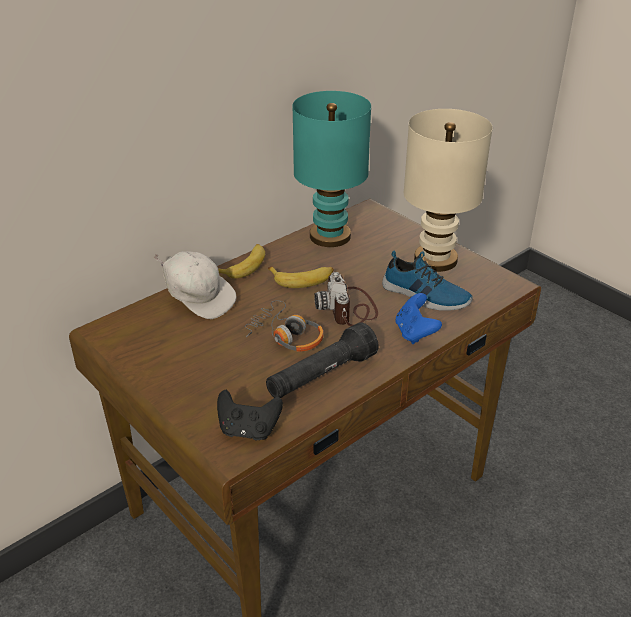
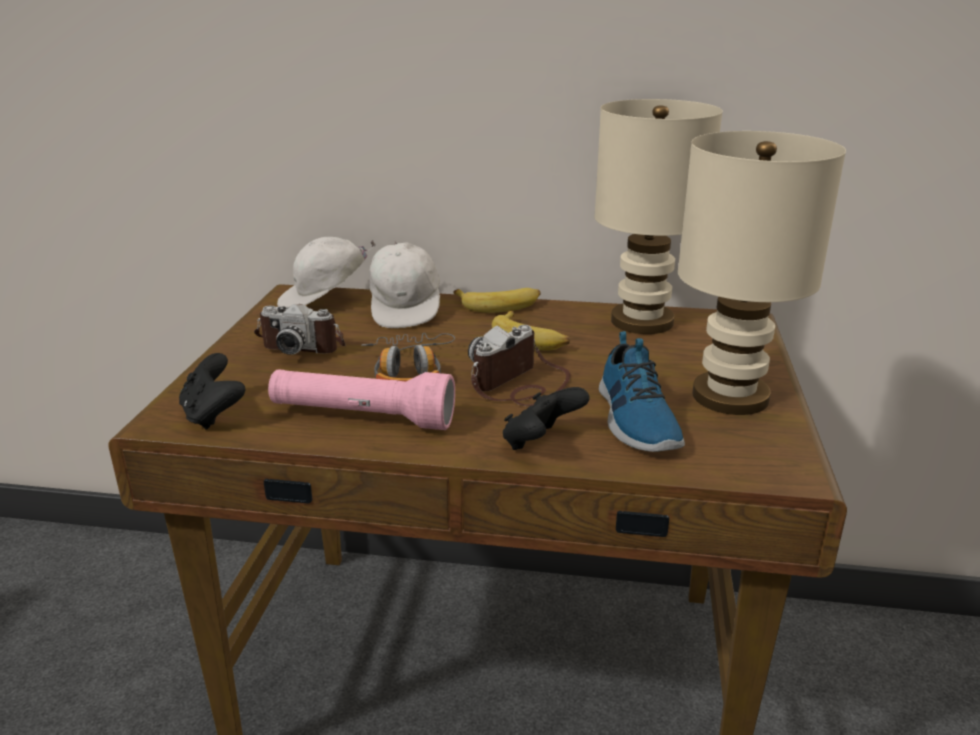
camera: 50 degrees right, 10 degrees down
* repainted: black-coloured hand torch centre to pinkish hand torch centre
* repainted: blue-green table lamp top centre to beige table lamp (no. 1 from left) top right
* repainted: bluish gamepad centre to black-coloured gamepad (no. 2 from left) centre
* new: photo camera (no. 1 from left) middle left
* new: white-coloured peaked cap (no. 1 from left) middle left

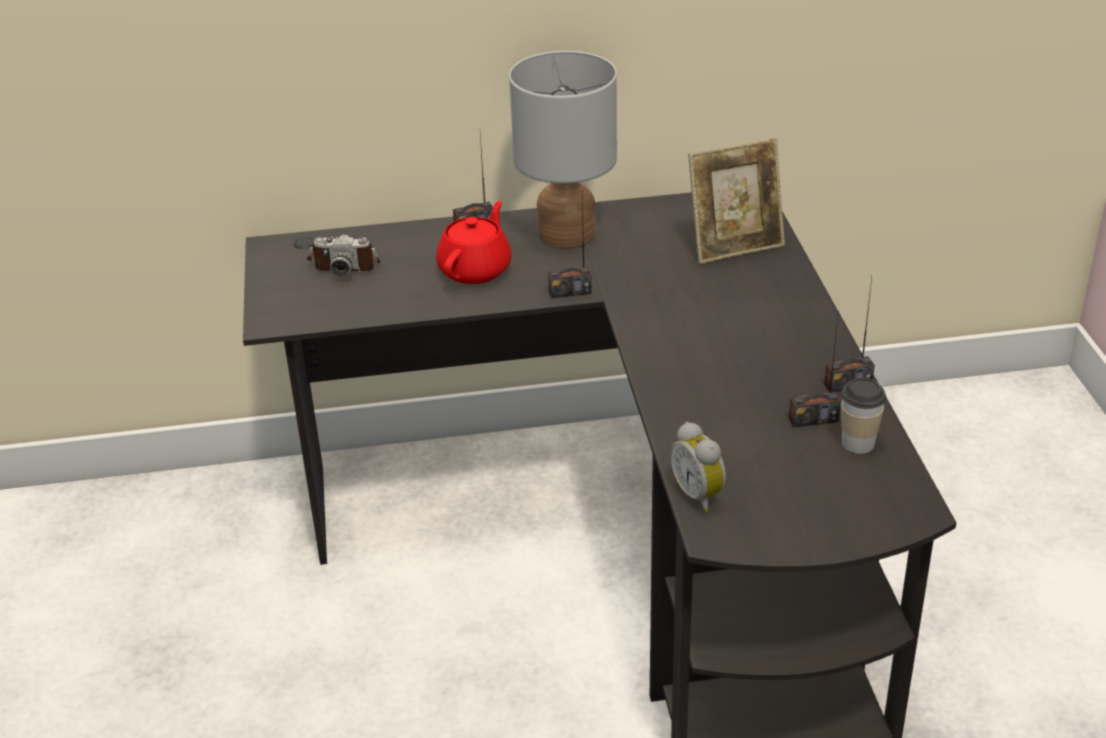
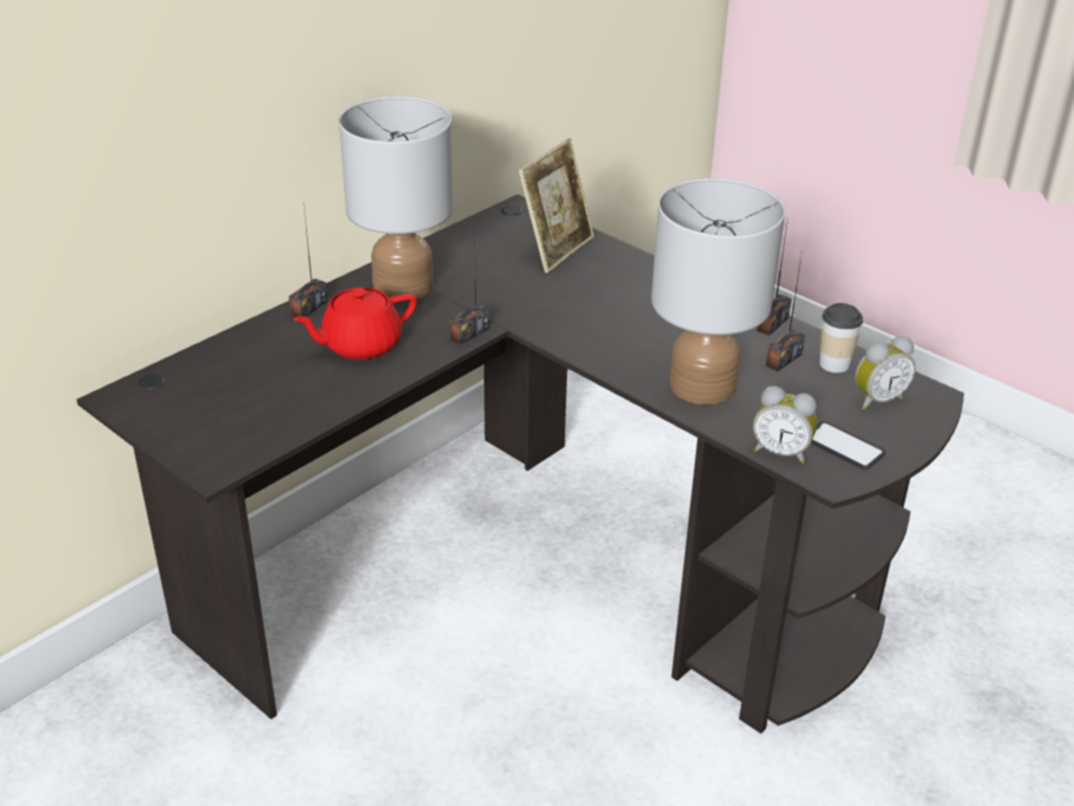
camera: 40 degrees left, 0 degrees up
* gone: photo camera middle left
* rotated: red-coloured tea pot top centre = middle left 105 degrees counterclockwise
* new: gray table lamp (no. 2 from left) middle right
* new: phone middle right
* new: table clock (no. 2 from left) middle right

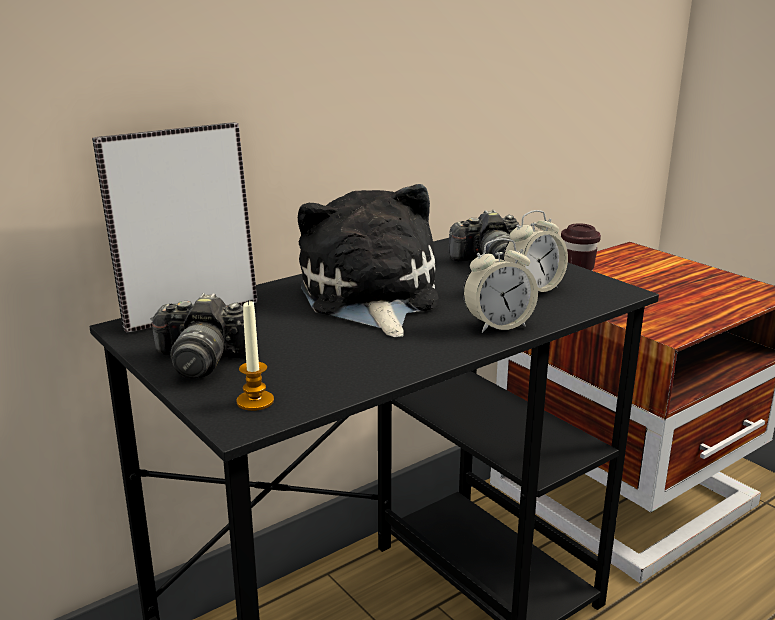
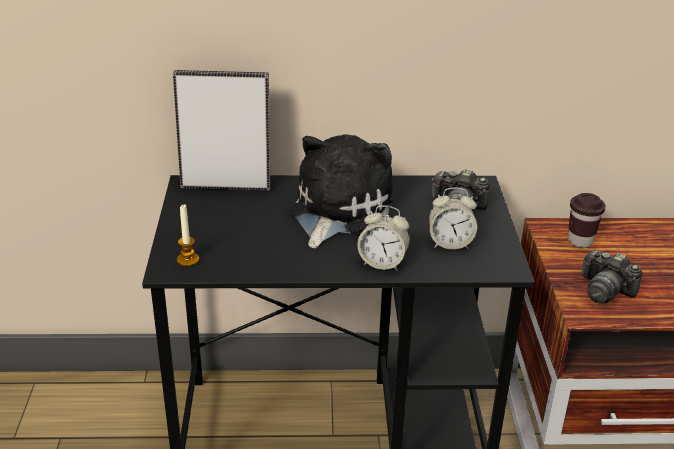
camera: 35 degrees right, 10 degrees up
* shifted: photo camera (no. 1 from left in the first image) middle left to photo camera (no. 2 from left) middle right

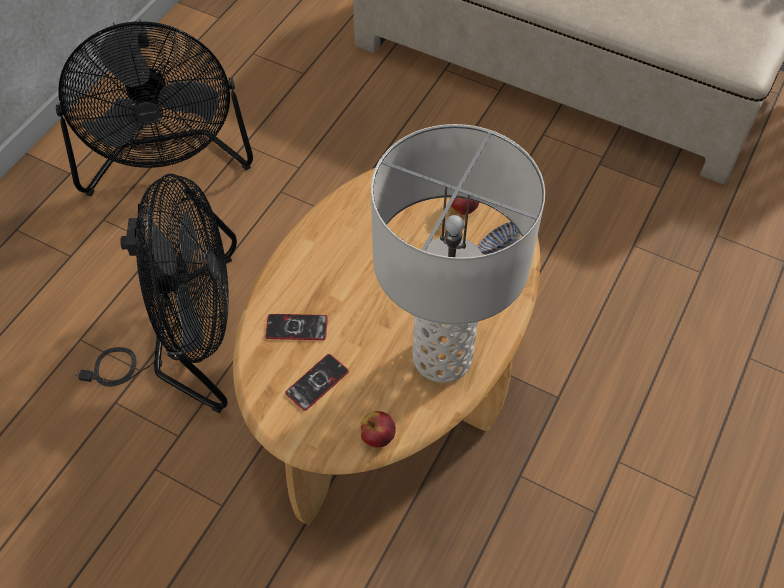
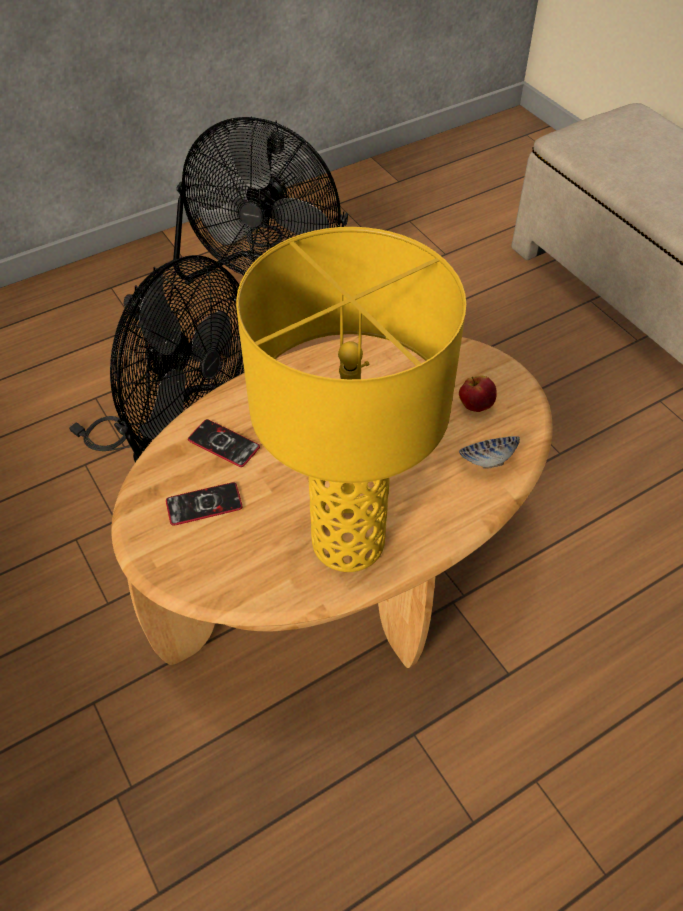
camera: 30 degrees right, 5 degrees down
* gone: apple (no. 1 from left) bottom centre
* repainted: white-coloured table lamp centre to yellow table lamp centre

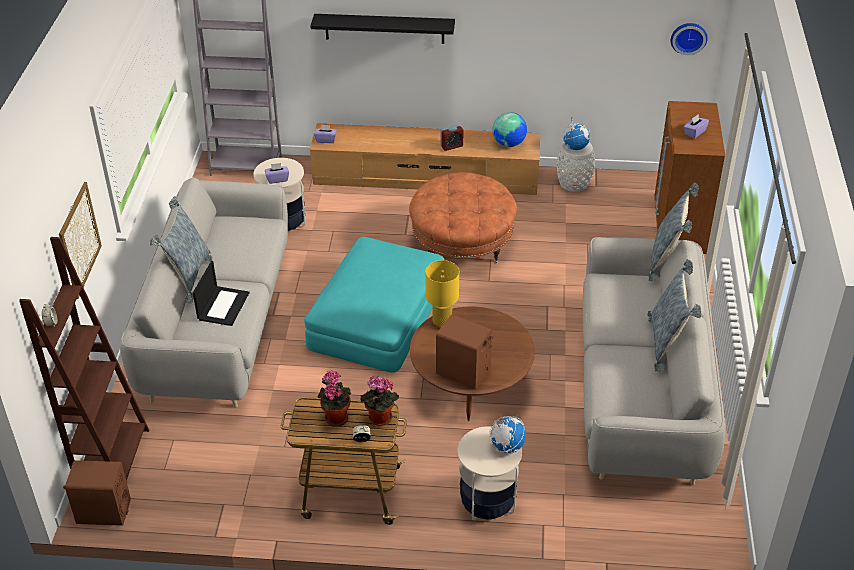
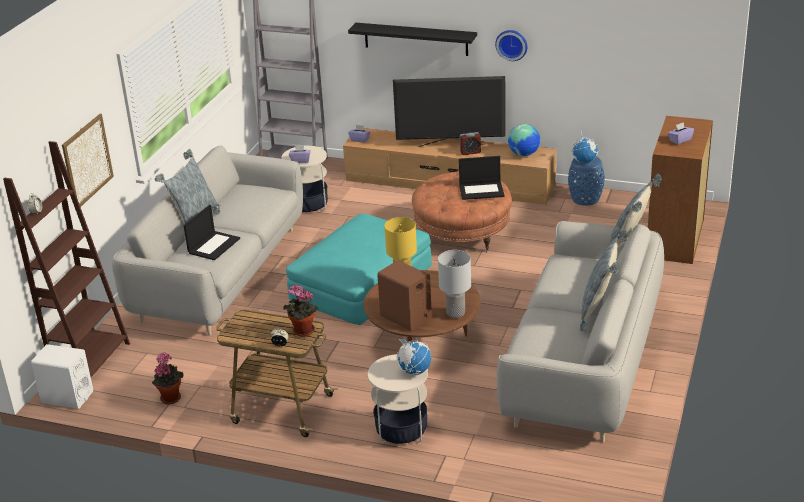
camera: 15 degrees right, 10 degrees down
* repainted: brown audio speaker (no. 1 from left) bottom left to white-coloured audio speaker bottom left
* shifted: houseplant (no. 1 from left) bottom centre to bottom left
* repainted: white-coloured stool top right to bluish stool middle right
* shifted: hanging clock top right to top centre
* new: TV top centre
* new: gray table lamp centre
* new: portable computer (no. 2 from left) centre

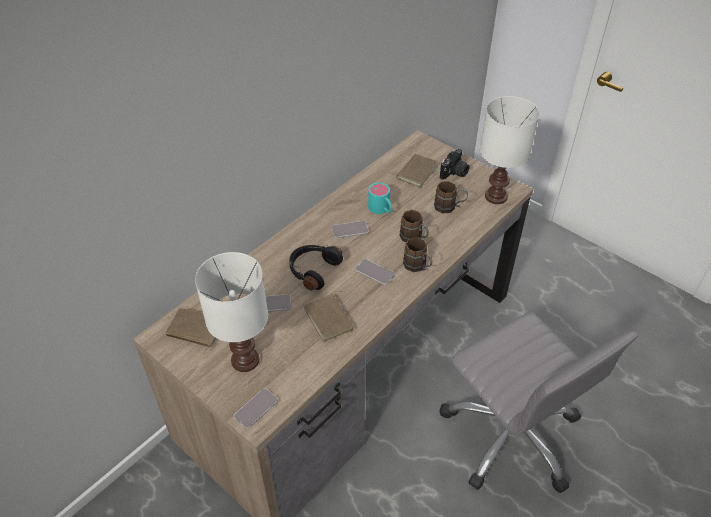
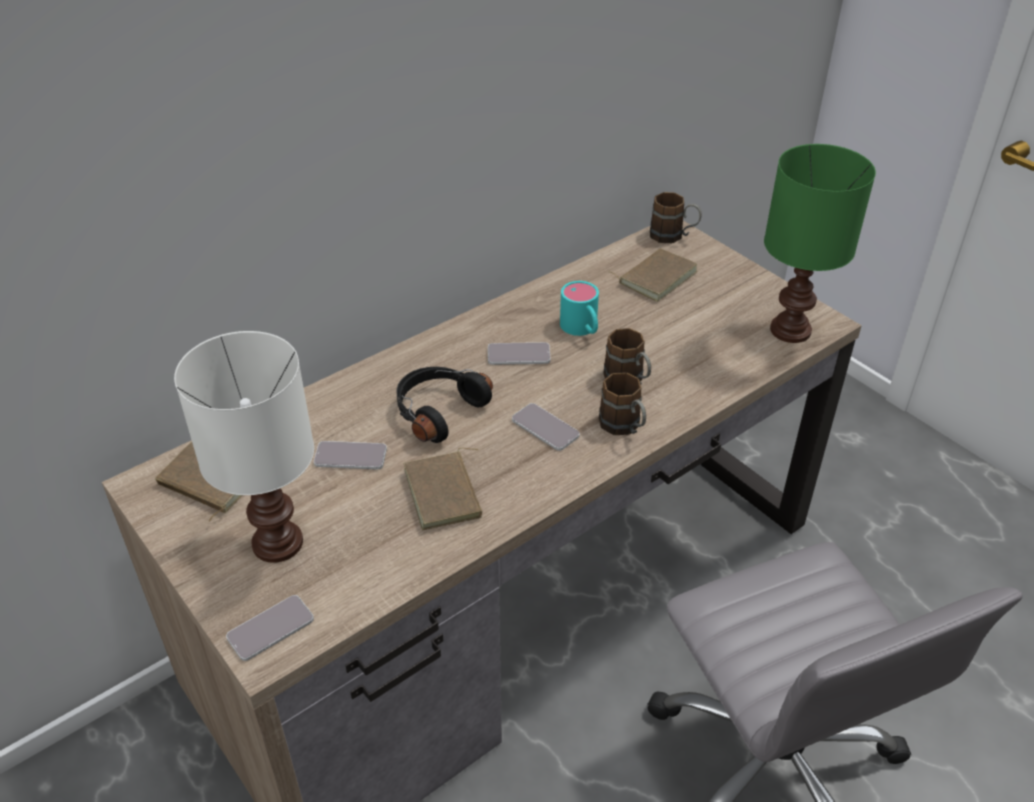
camera: 10 degrees right, 5 degrees down
* shifted: brown tea mug (no. 3 from left) centre to top centre
* gone: photo camera top centre
* repainted: white-coloured table lamp (no. 2 from left) top right to green table lamp top right

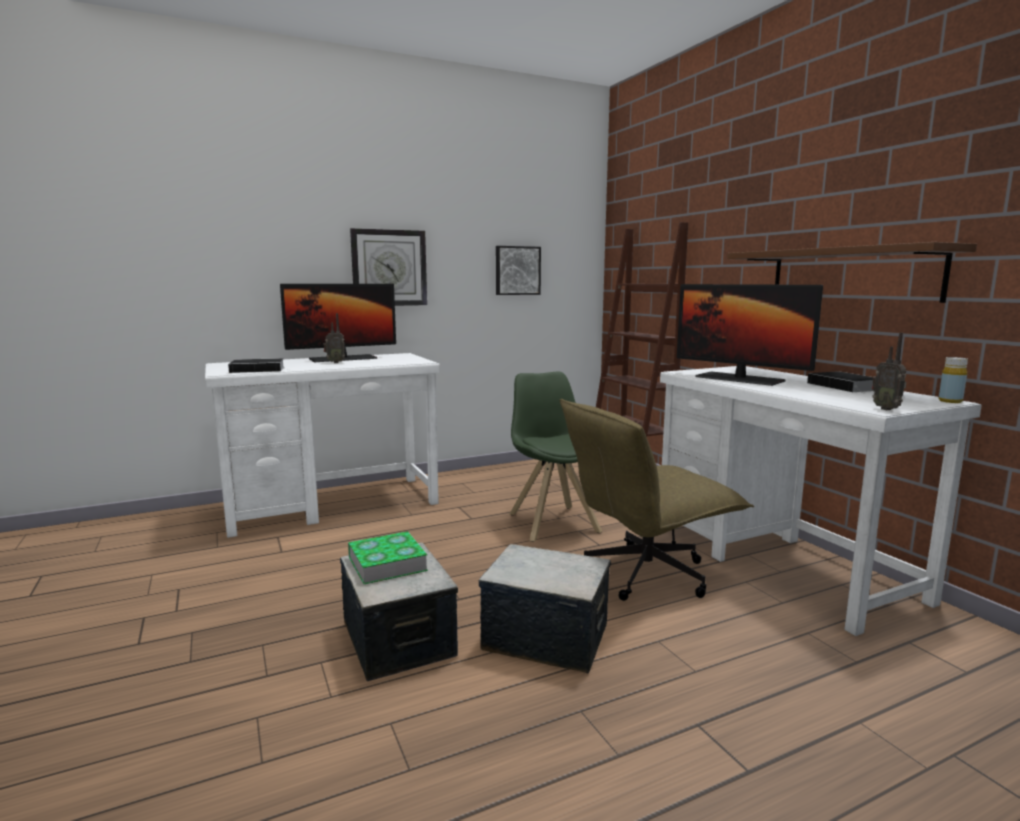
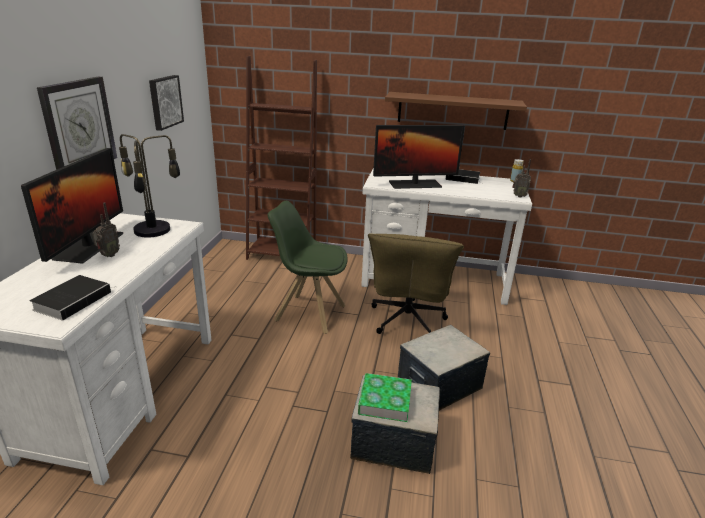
camera: 55 degrees left, 15 degrees up
* new: table lamp middle left

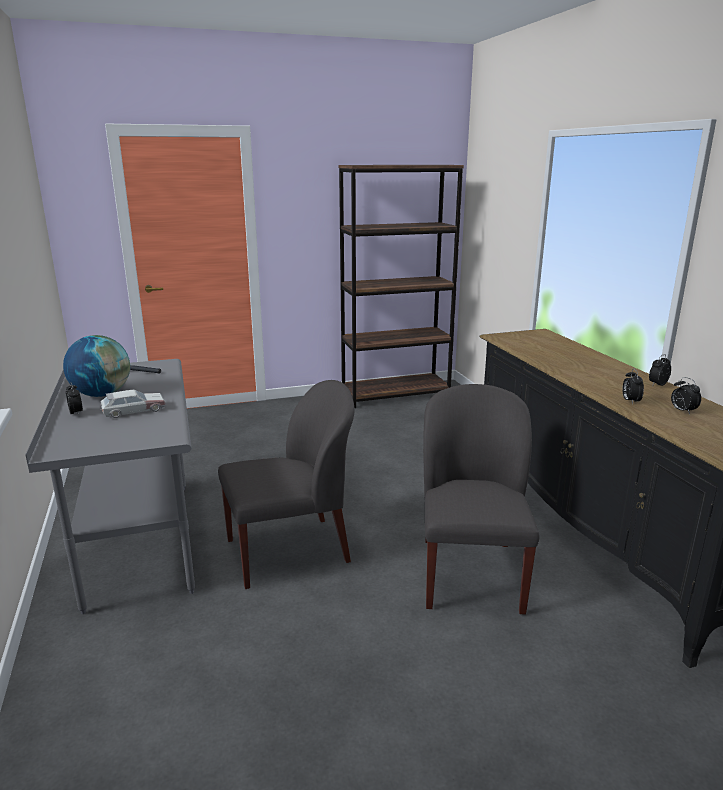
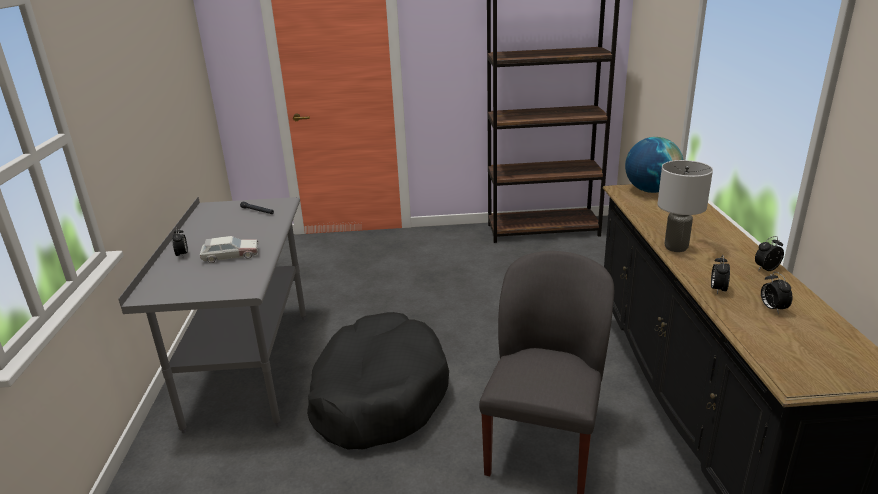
camera: 15 degrees right, 5 degrees up
* shifted: world globe middle left to middle right
* swapped: gray chair (no. 1 from left) centre to black-coloured dog cushion bottom centre
* new: white-coloured table lamp middle right

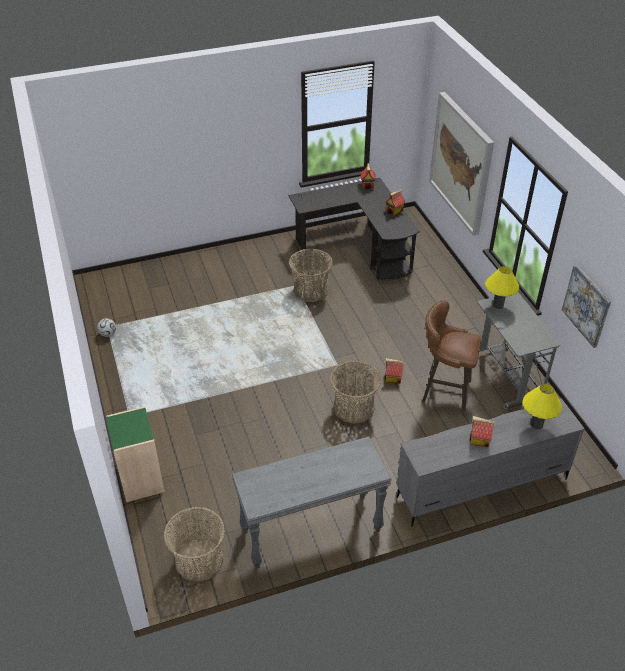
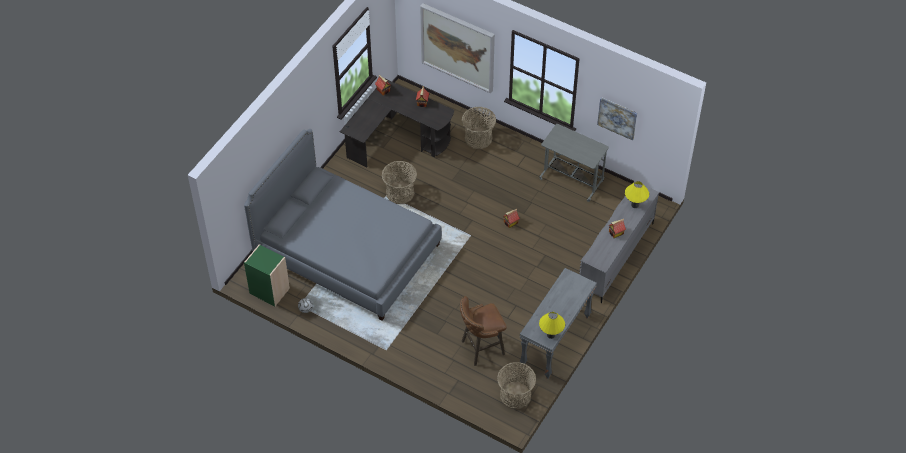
camera: 40 degrees left, 10 degrees up
* shifted: green bookcase bottom left to middle left
* shifted: basket (no. 3 from left in the first image) centre to basket (no. 2 from left) top centre
* shifted: brown stool middle right to bottom centre
* shifted: yellow table lamp (no. 1 from left) middle right to bottom centre
* new: gray sleeping bed centre

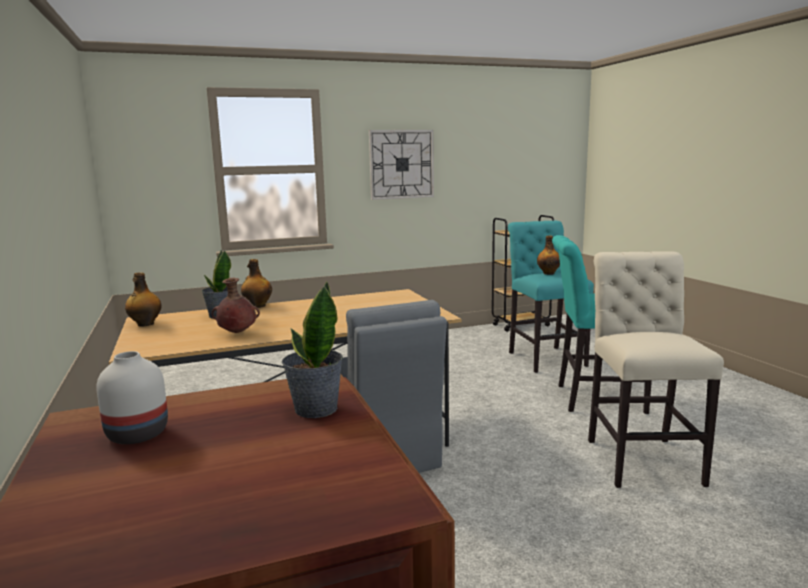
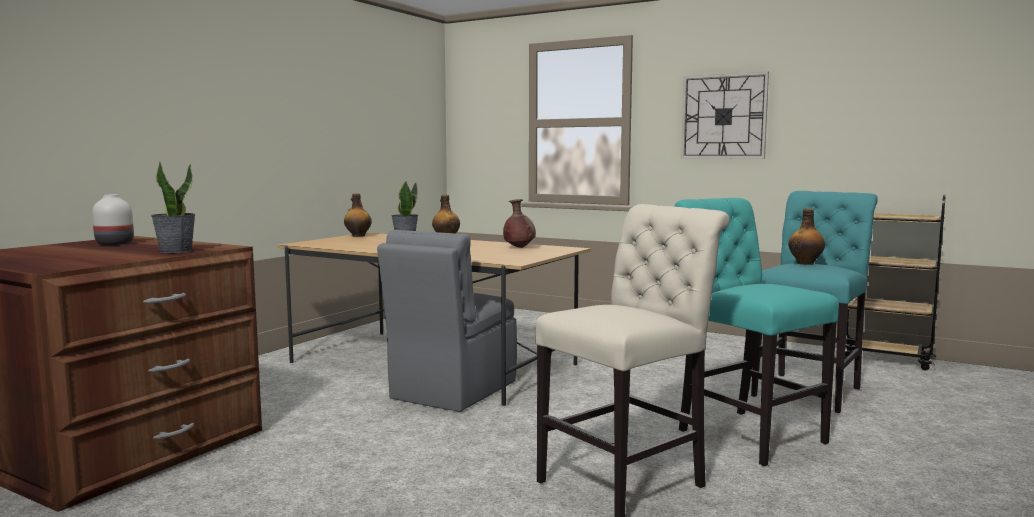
camera: 50 degrees right, 5 degrees down
* shifted: brown vase middle left to centre

